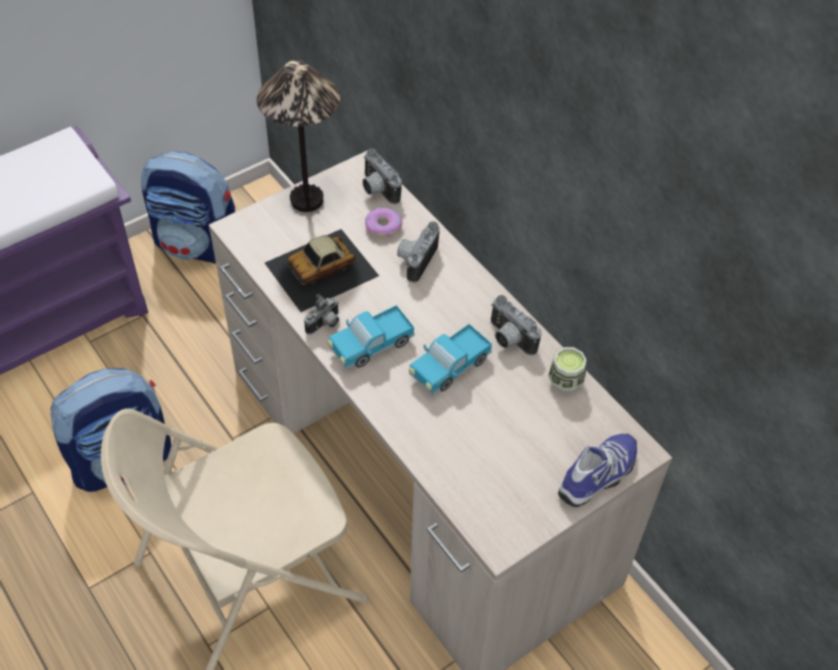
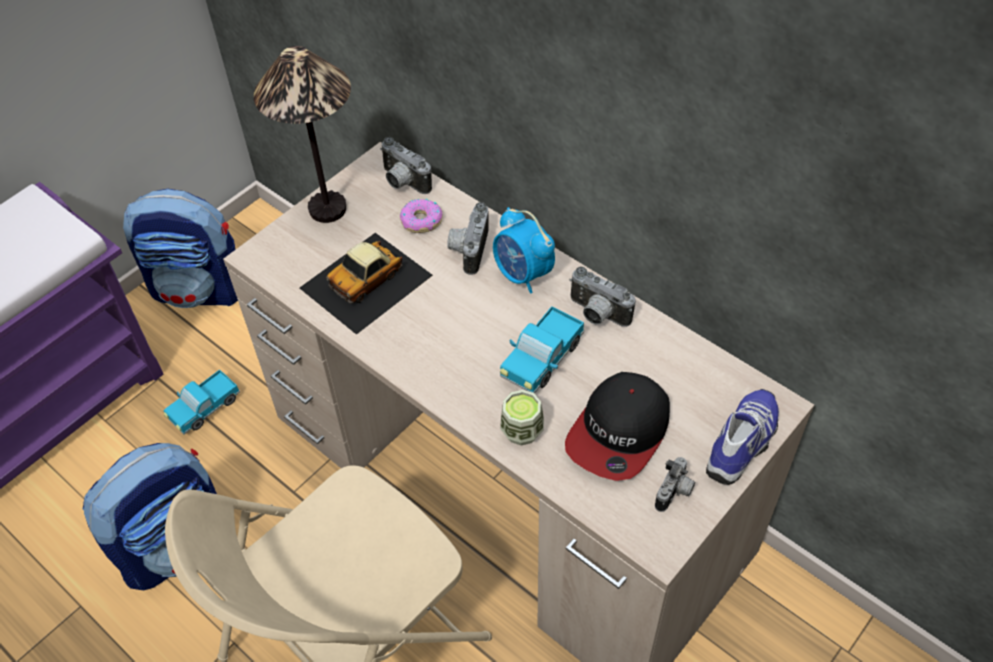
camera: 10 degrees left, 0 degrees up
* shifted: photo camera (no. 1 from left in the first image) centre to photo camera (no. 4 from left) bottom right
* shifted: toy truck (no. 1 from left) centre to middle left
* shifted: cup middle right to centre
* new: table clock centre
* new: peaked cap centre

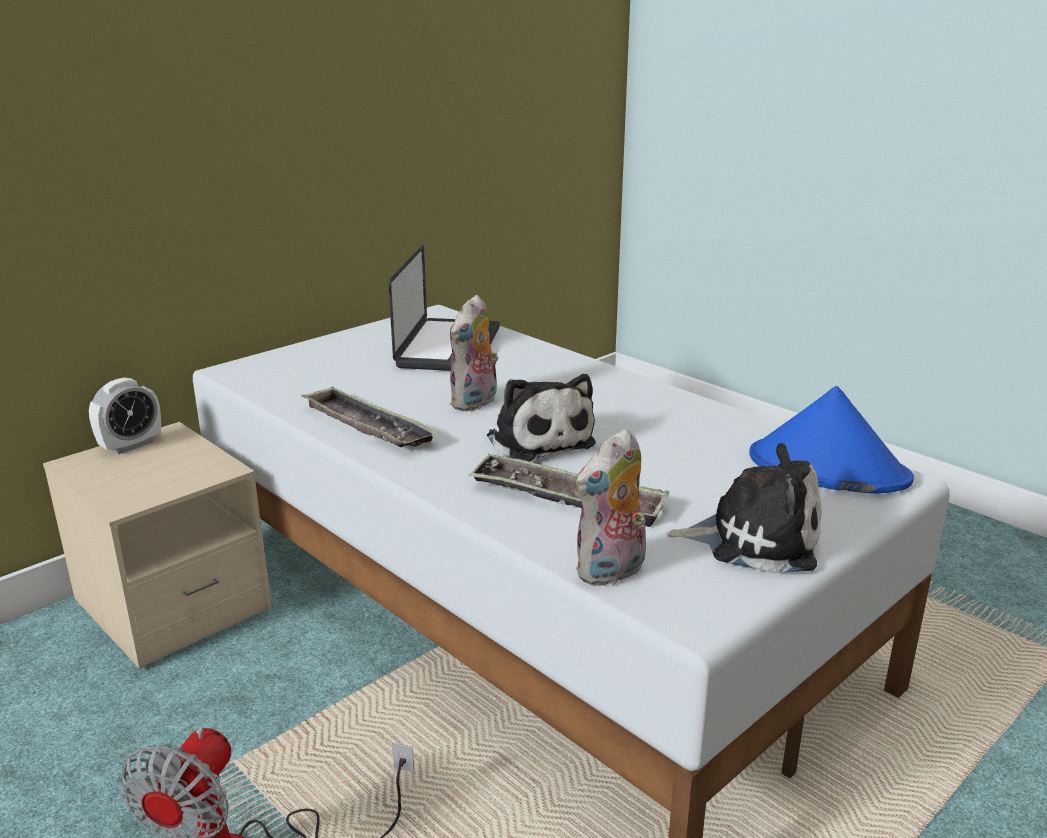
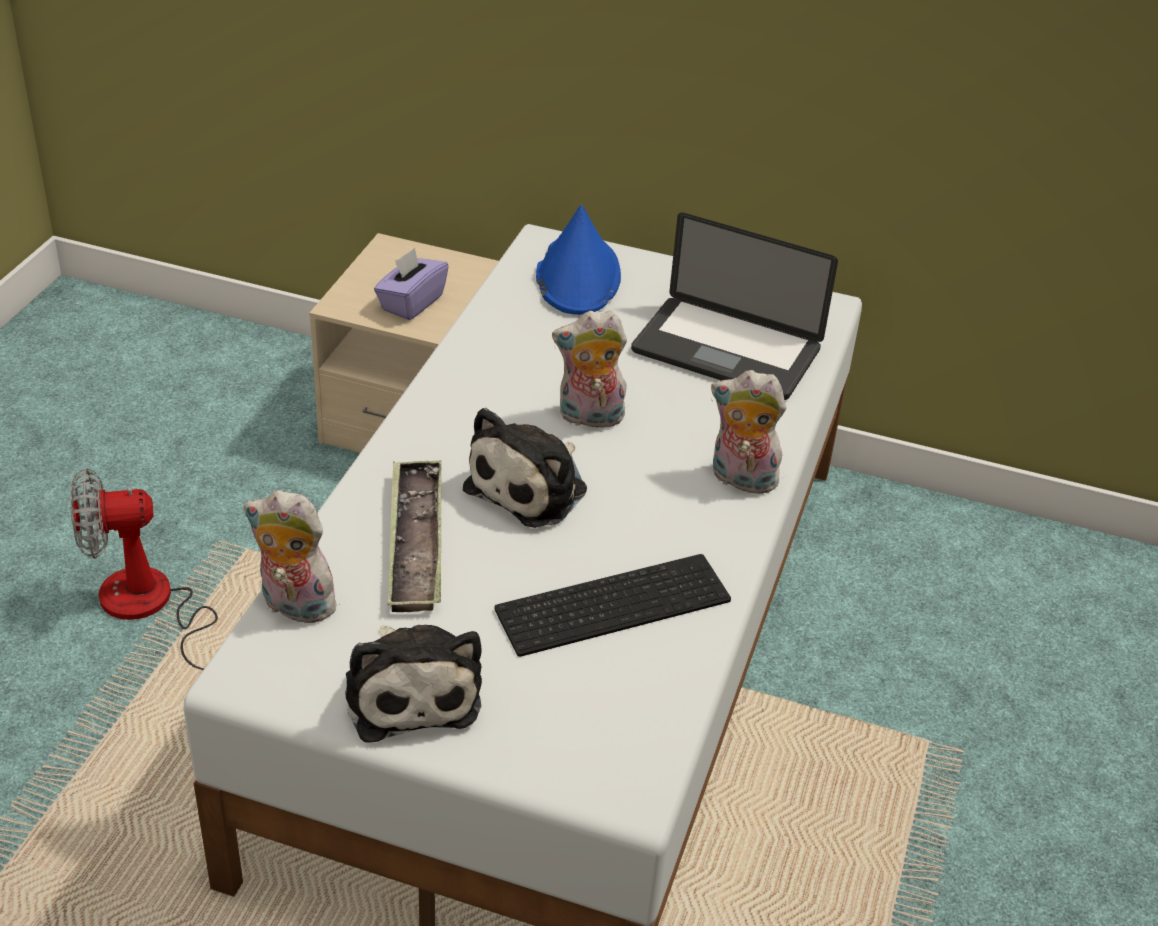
camera: 60 degrees right, 15 degrees up
* gone: table clock middle left
* gone: serving tray (no. 1 from left) centre
* rotated: portable computer centre = top centre 45 degrees clockwise
* shifted: bluish wearable hat middle right to top centre
* new: purple tissue box top centre
* new: PC keyboard centre
* new: plush toy (no. 5 from left) centre

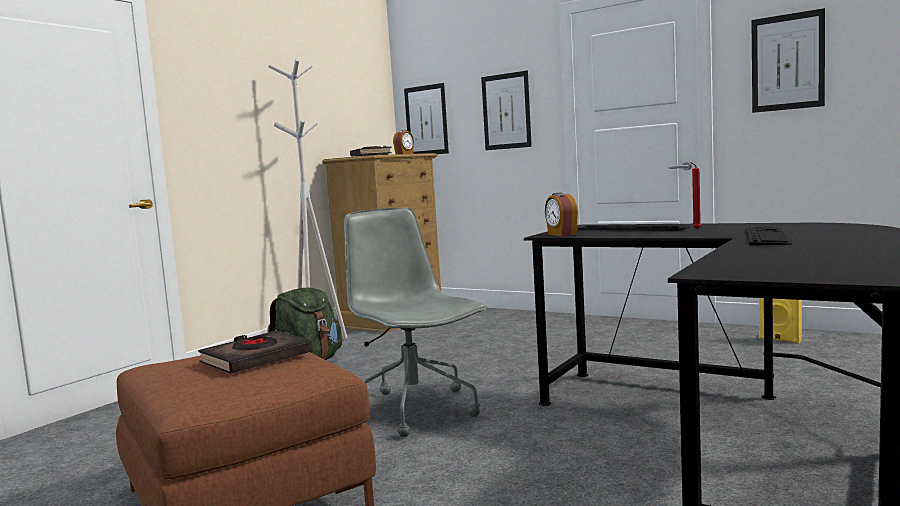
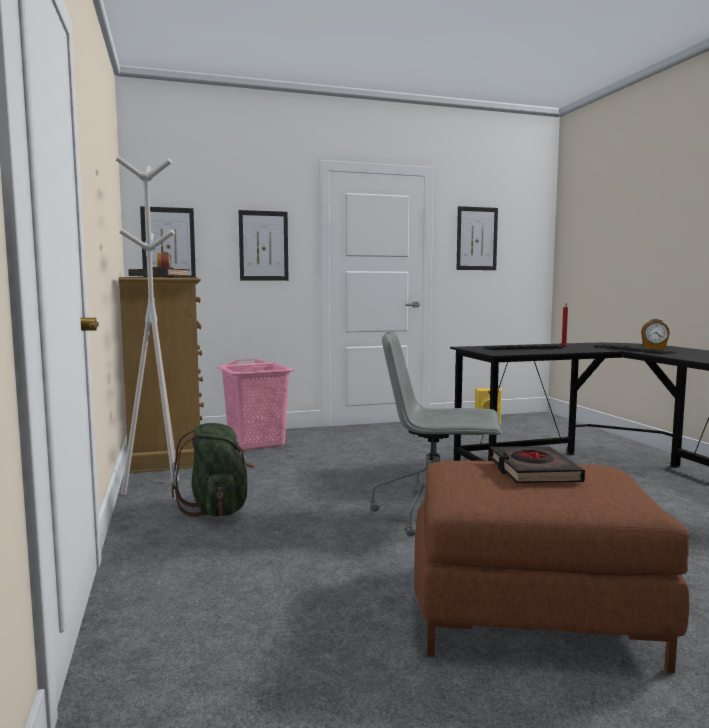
camera: 50 degrees left, 0 degrees up
* shifted: table clock (no. 2 from left) centre to middle right
* new: pinkish washing basket centre

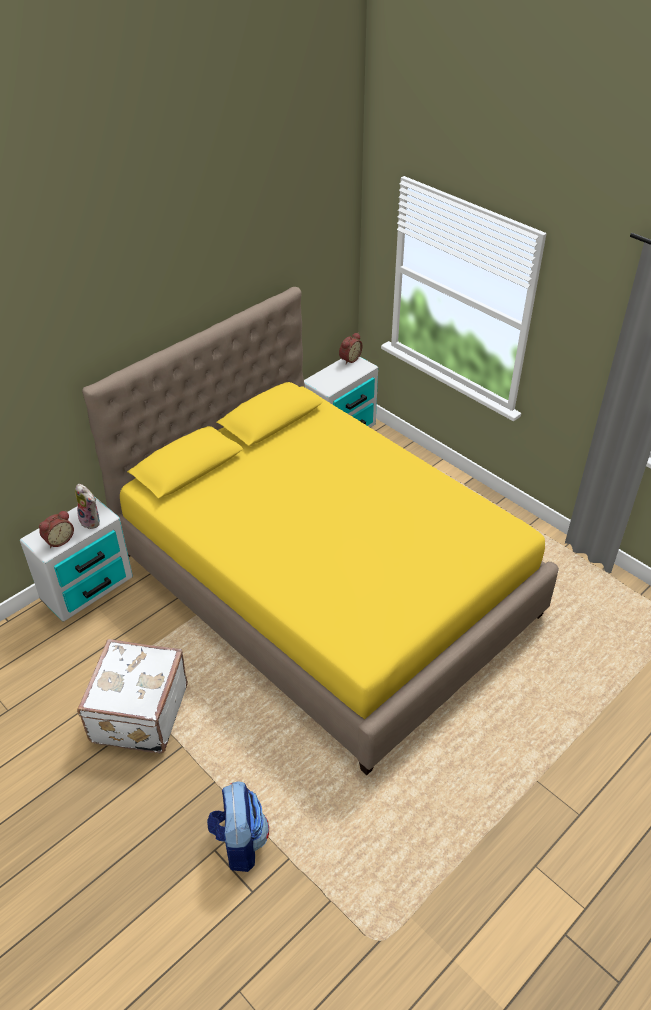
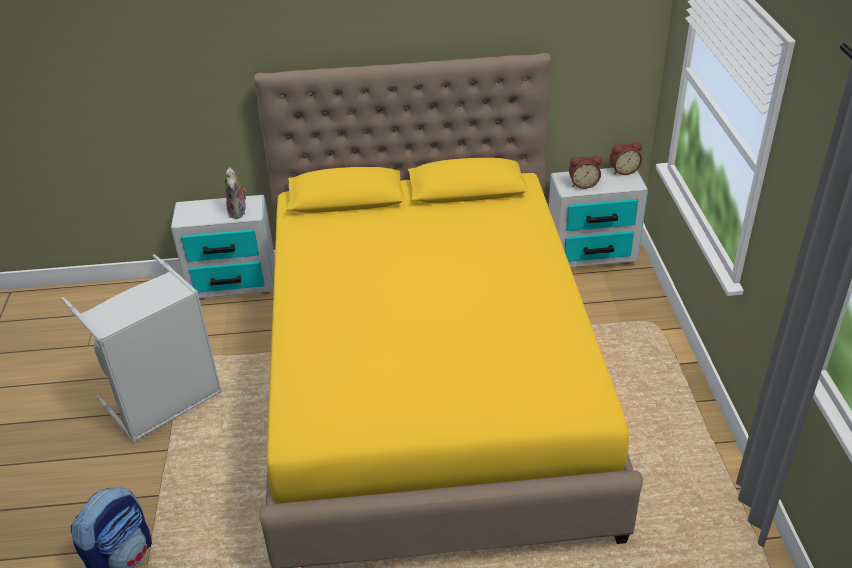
camera: 40 degrees right, 5 degrees down
* shifted: table clock (no. 1 from left) middle left to top right
* swapped: white-coloured suitcase bottom left to gray washing basket middle left

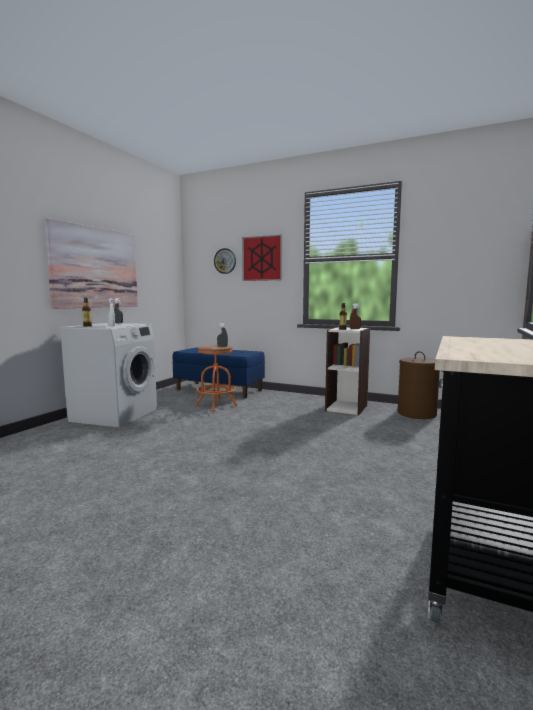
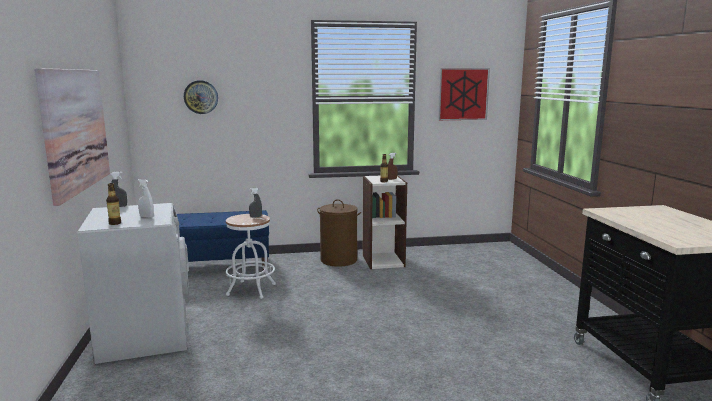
camera: 35 degrees left, 5 degrees up
* repainted: orange-coloured stool centre to white-coloured stool centre
* shifted: wall picture (no. 2 from left) centre to top centre
* shifted: brown washing basket middle right to centre

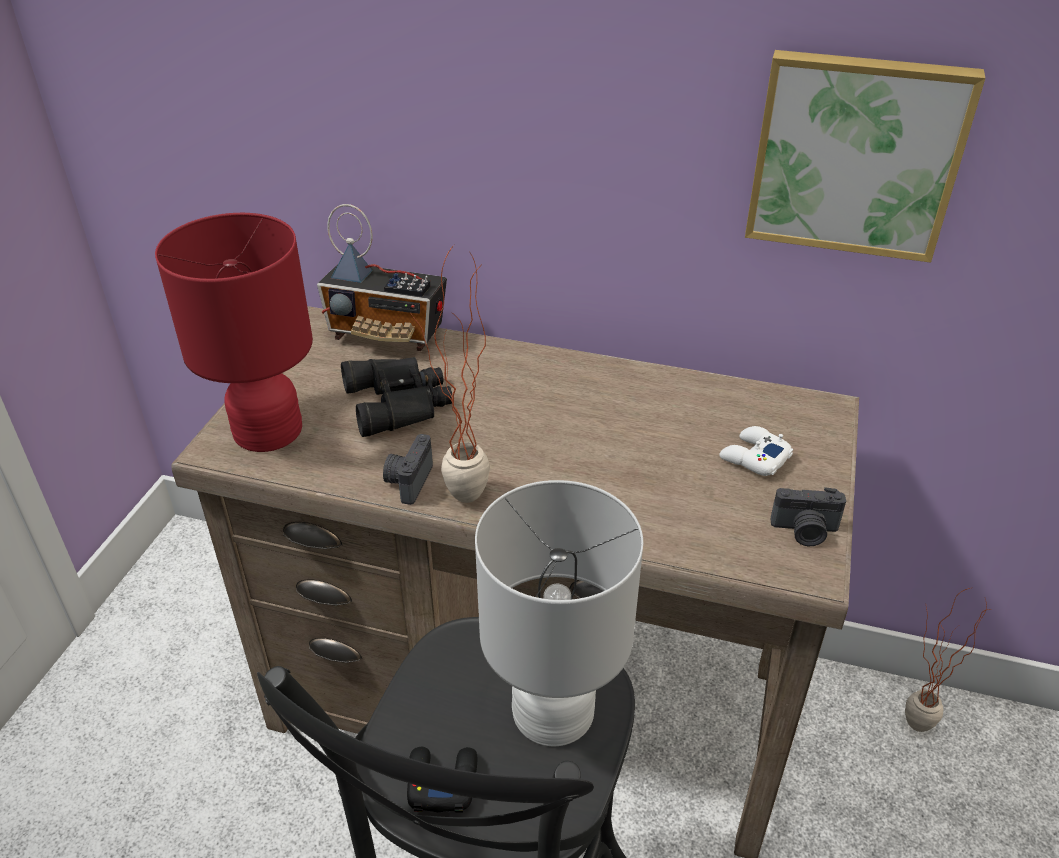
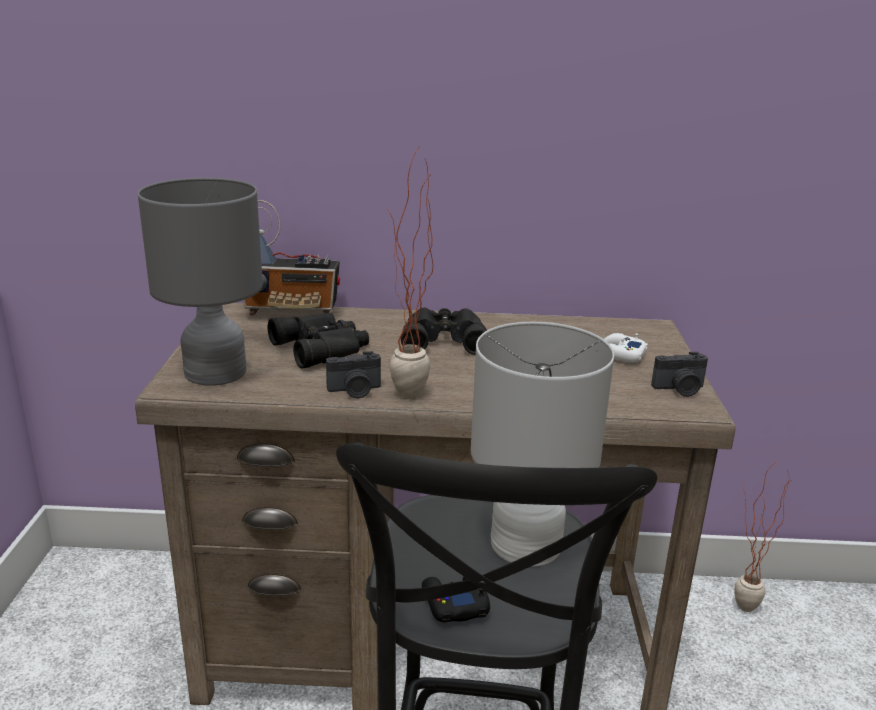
camera: 15 degrees left, 15 degrees down
* repainted: red-coloured table lamp middle left to gray table lamp (no. 1 from left) middle left
* rotated: photo camera (no. 1 from left) centre = centre 105 degrees counterclockwise
* gone: wall picture top right
* new: black-coloured binoculars (no. 2 from left) centre

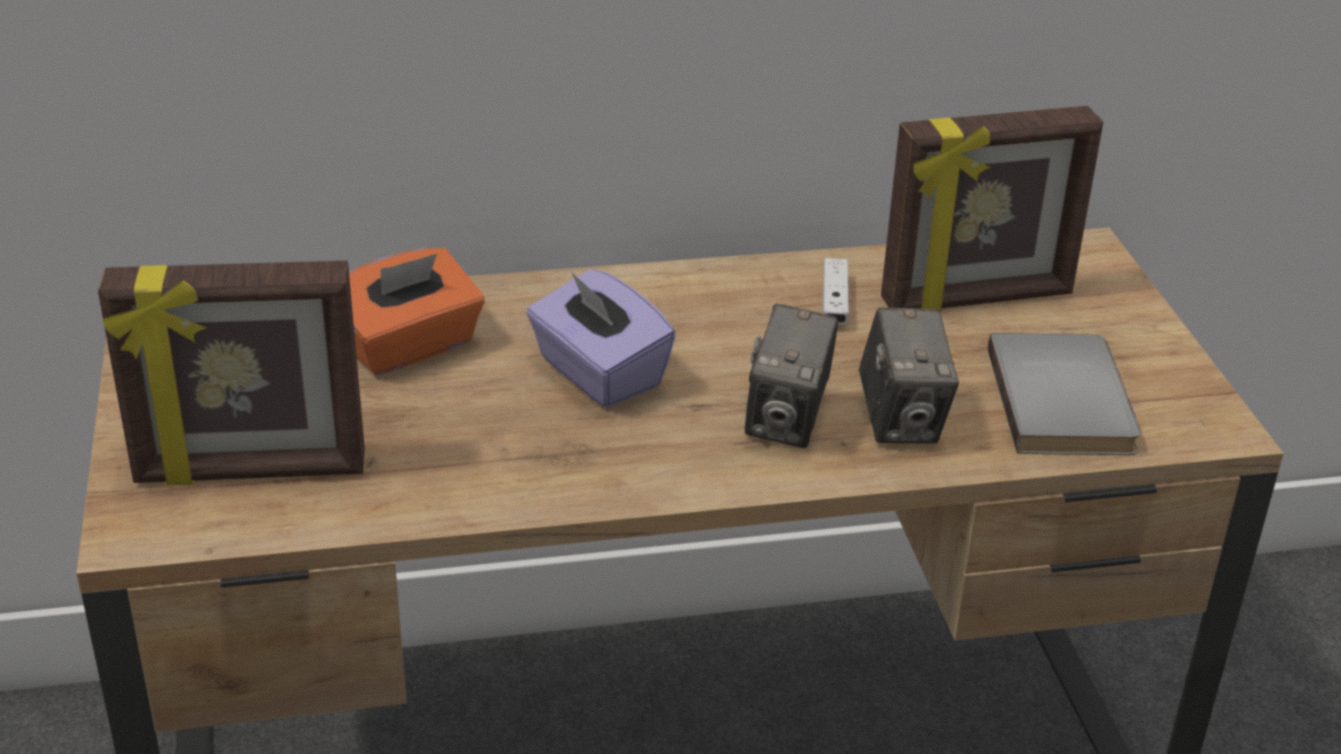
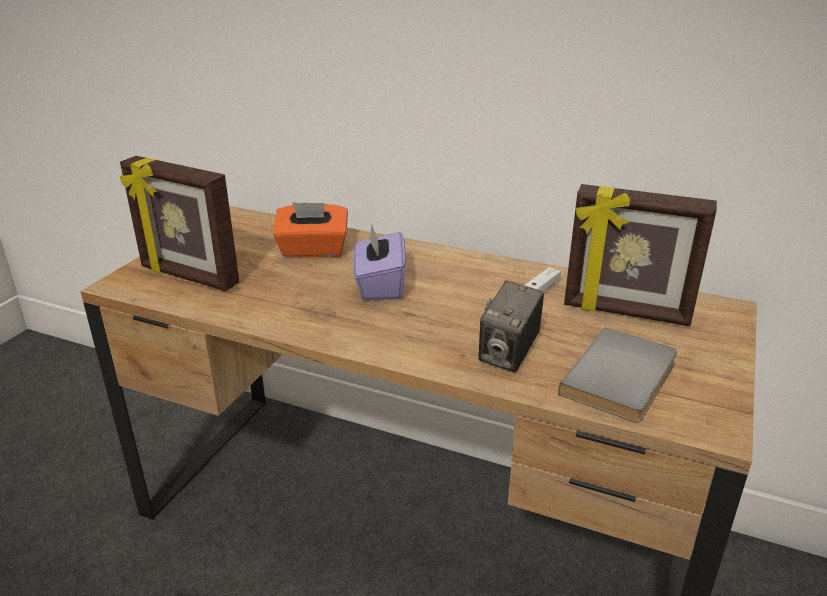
camera: 35 degrees right, 5 degrees down
* gone: photo camera (no. 1 from left) centre

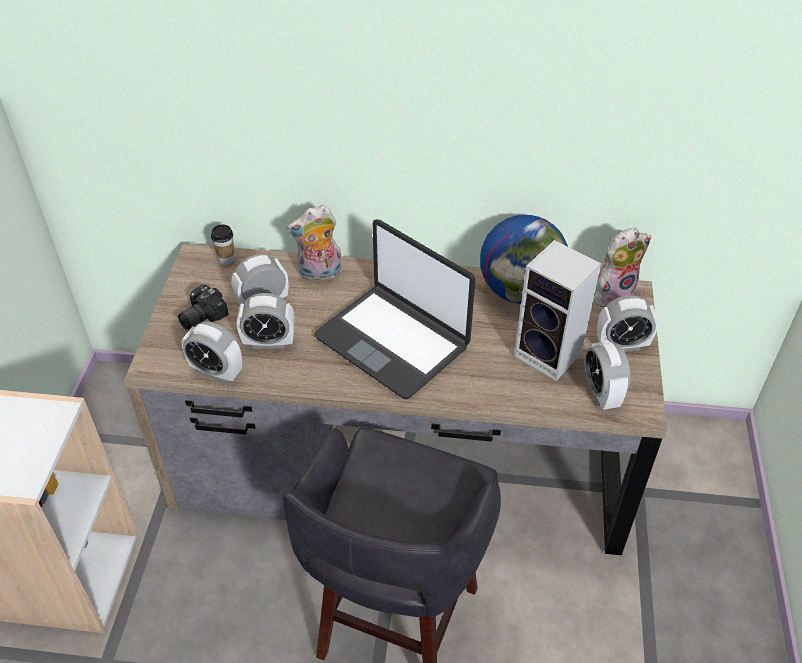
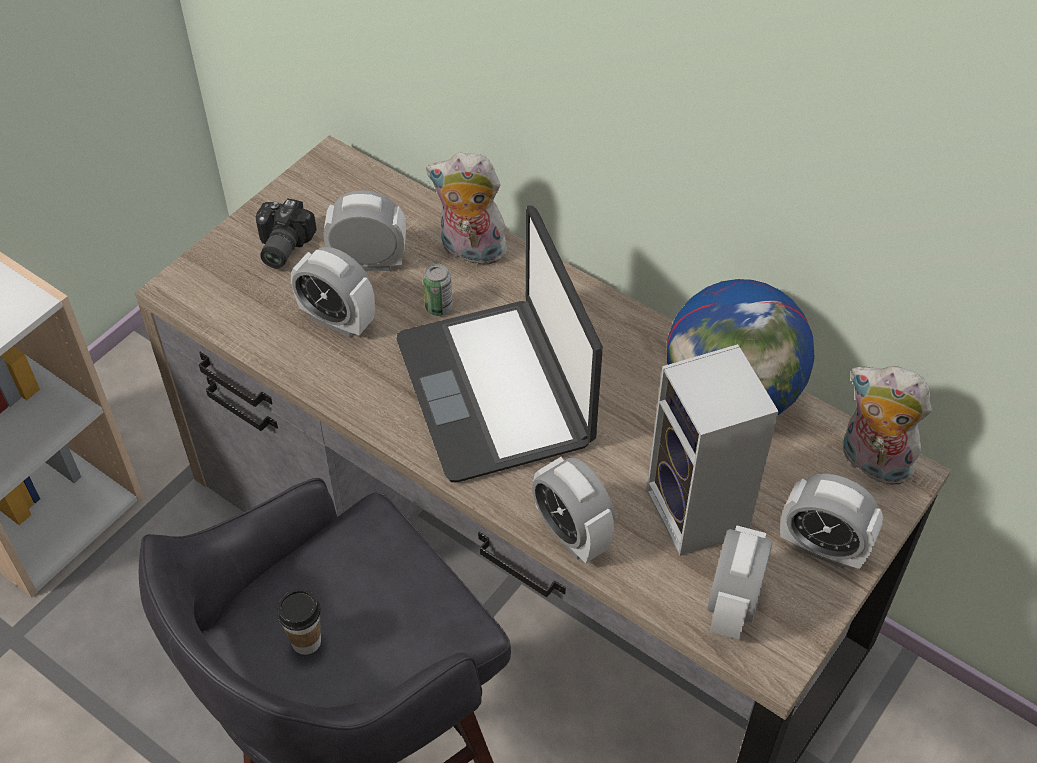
camera: 30 degrees right, 5 degrees up
* rotated: photo camera middle left = top left 60 degrees counterclockwise
* shifted: table clock (no. 1 from left in the first image) middle left to table clock (no. 3 from left) bottom centre
* shifted: cup middle left to bottom left
* rotated: plush toy (no. 2 from left) middle right = middle right 150 degrees counterclockwise
* new: metal can centre

